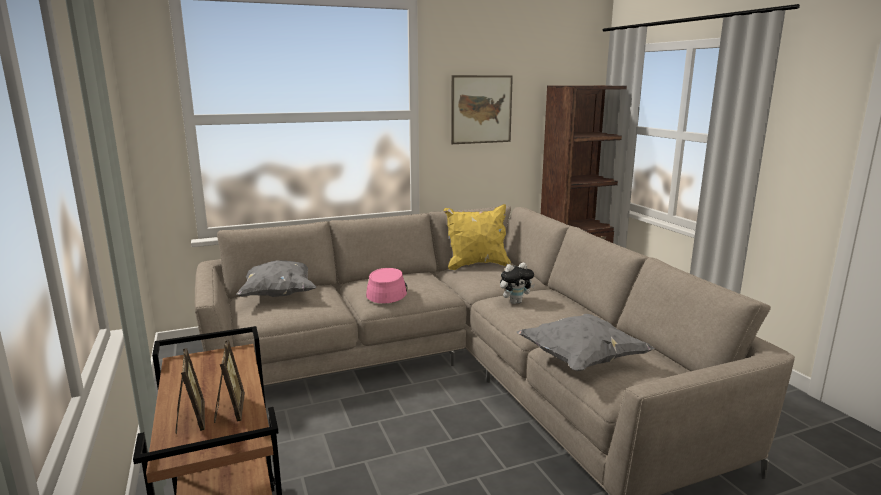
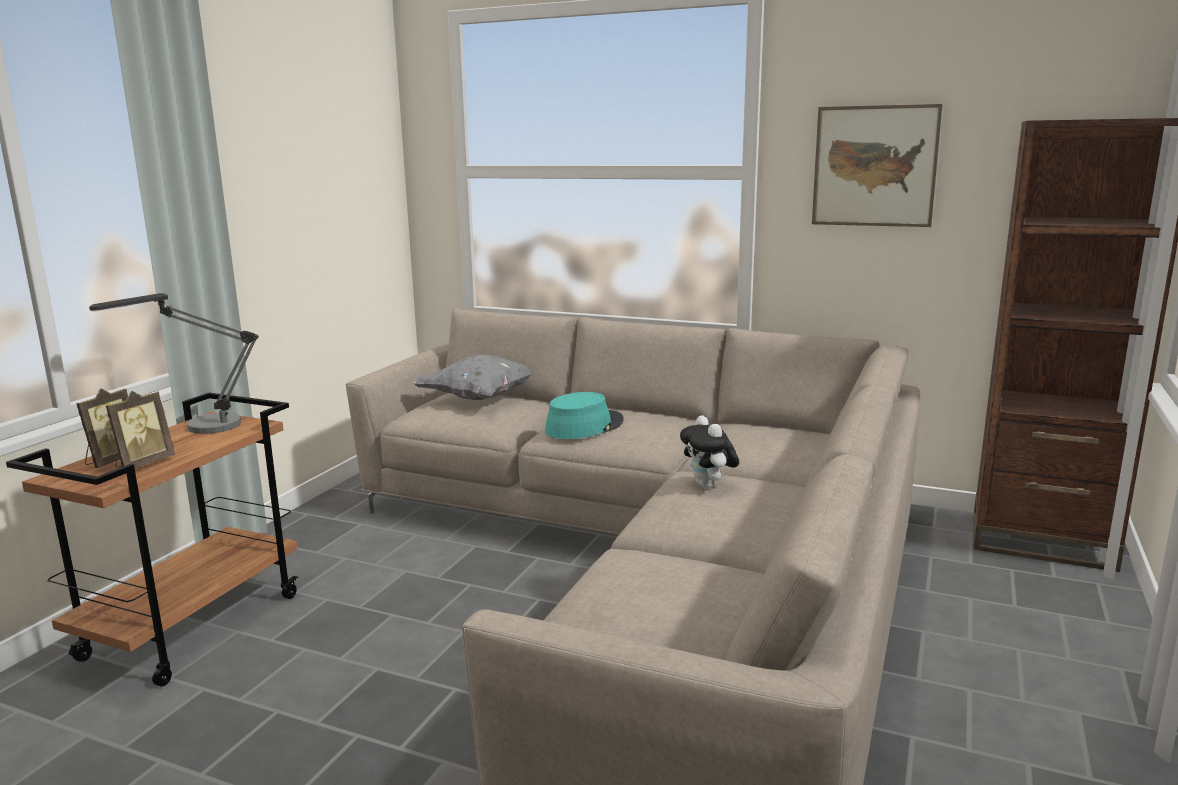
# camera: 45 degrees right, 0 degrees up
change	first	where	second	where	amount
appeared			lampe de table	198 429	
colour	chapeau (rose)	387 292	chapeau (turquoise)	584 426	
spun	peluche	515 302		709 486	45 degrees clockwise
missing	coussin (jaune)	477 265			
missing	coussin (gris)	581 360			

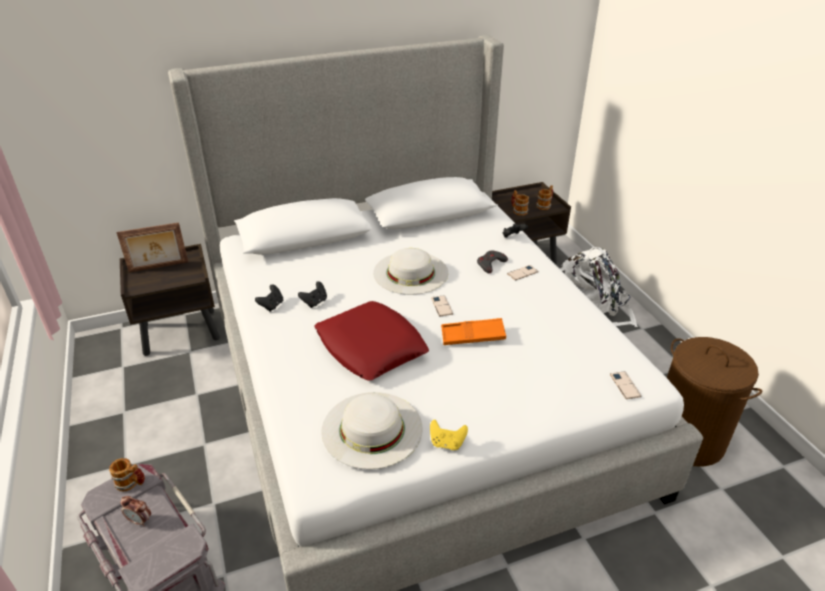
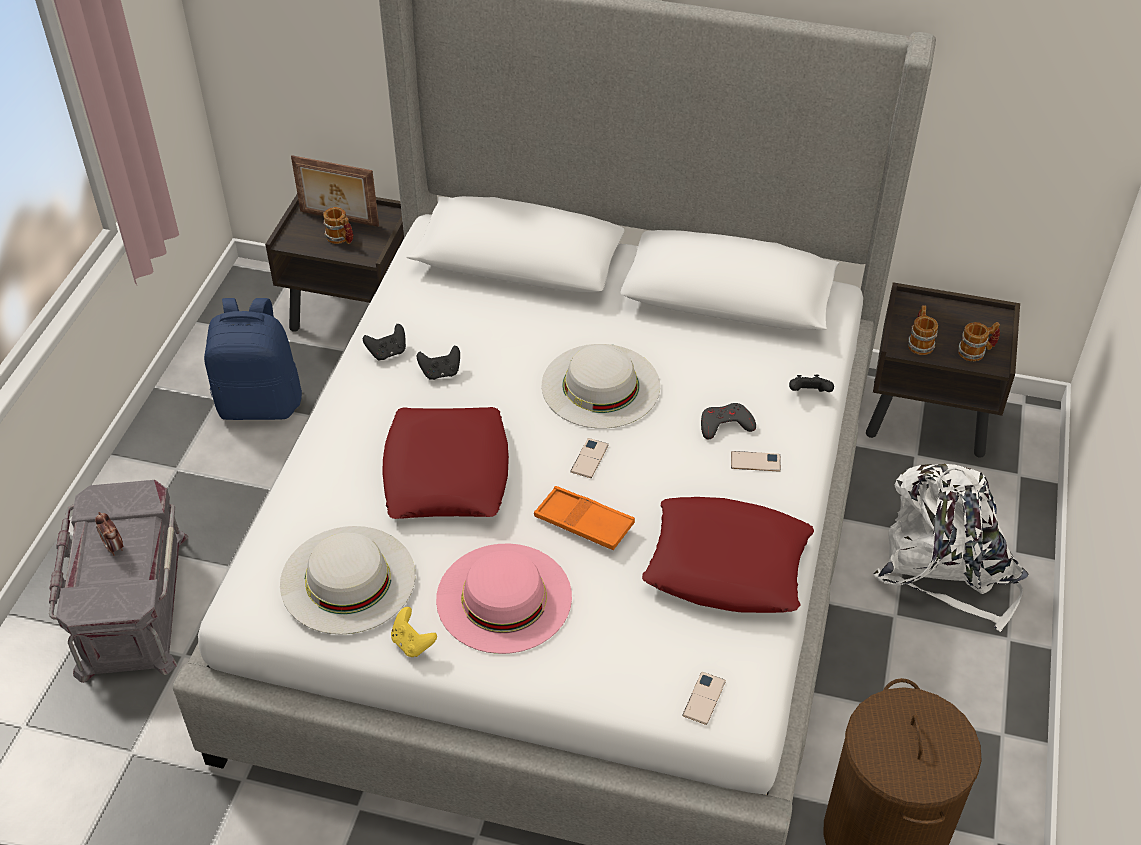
# camera: 35 degrees right, 10 degrees up
change	first	where	second	where	amount
appeared			sac à dos (bleu)	260 403	
relocated	mug	131 483		341 239	
appeared			chapeau (rose)	504 597	
appeared			coussin (rouge)	727 564	

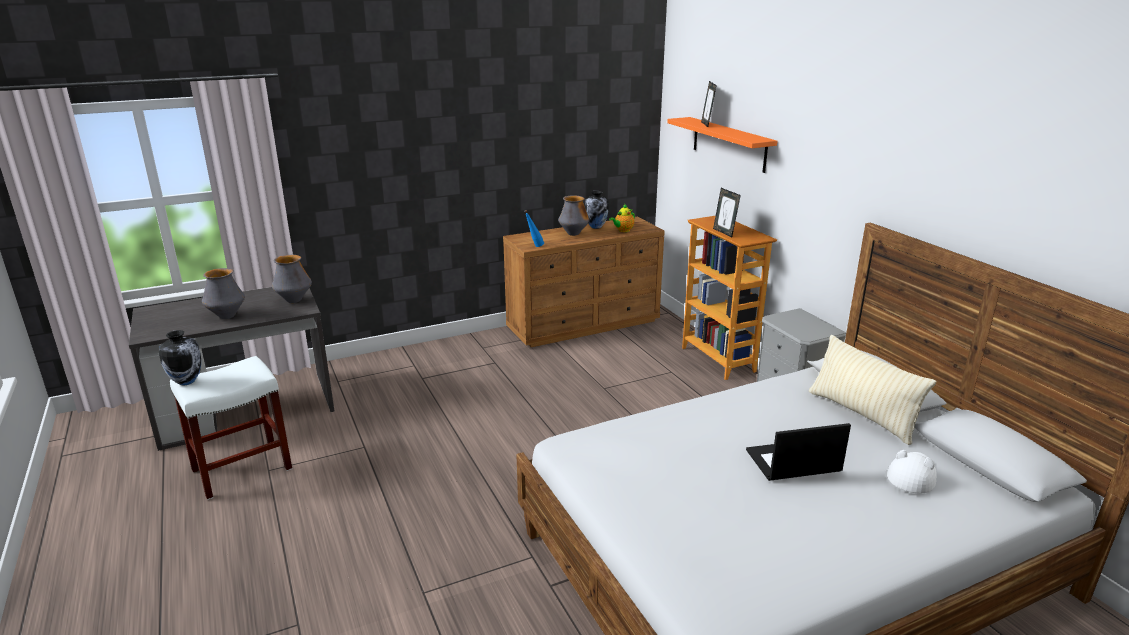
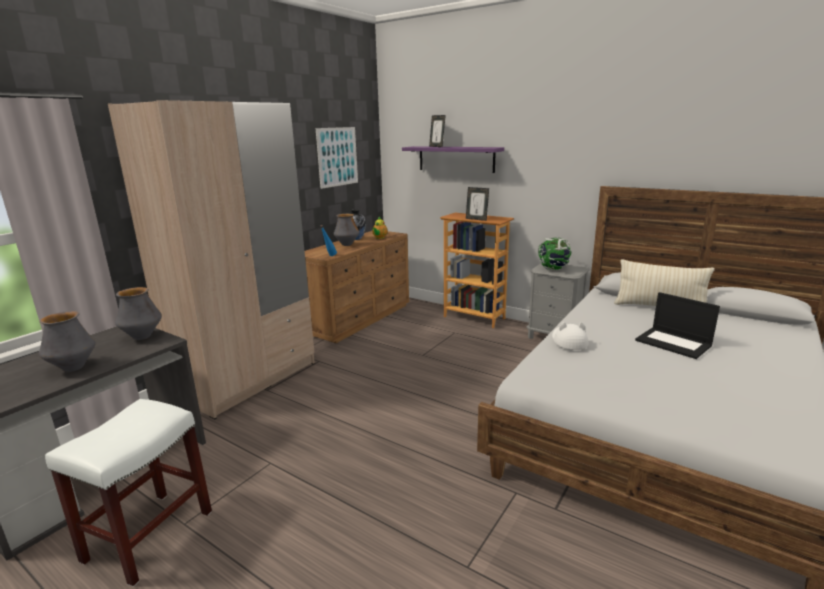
# camera: 30 degrees left, 5 degrees down
change	first	where	second	where	amount
appeared			armoire (beige)	247 379	
appeared			tableau	337 157	
colour	étagère (orange)	729 144	étagère (violet)	456 159	
appeared			globe	553 269	
relocated	chapeau (blanc)	911 475		568 340	
spun	ordinateur portable	792 462		674 343	90 degrees counterclockwise
missing	vase	187 381			

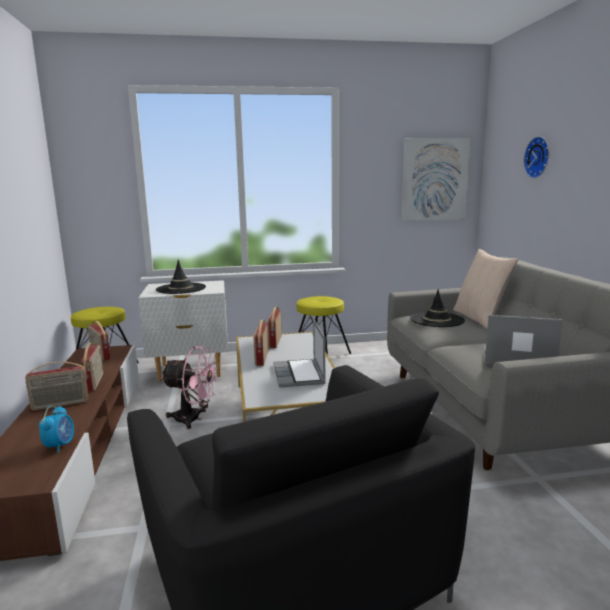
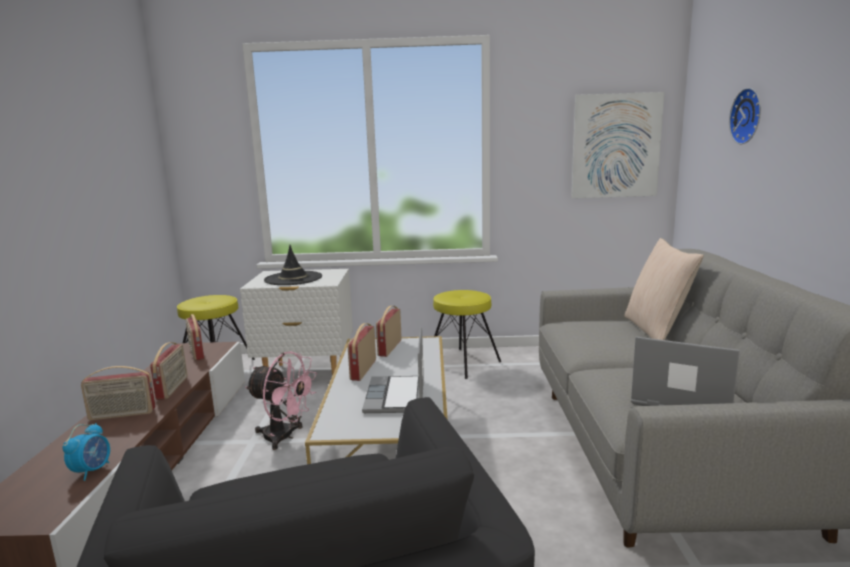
# camera: 10 degrees right, 0 degrees up
change	first	where	second	where	amount
missing	chapeau (noir)	437 320			

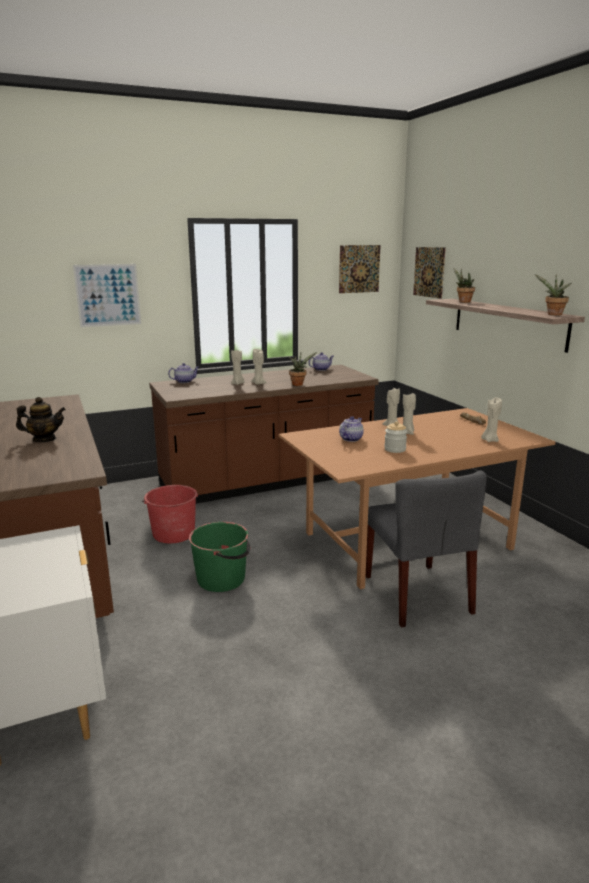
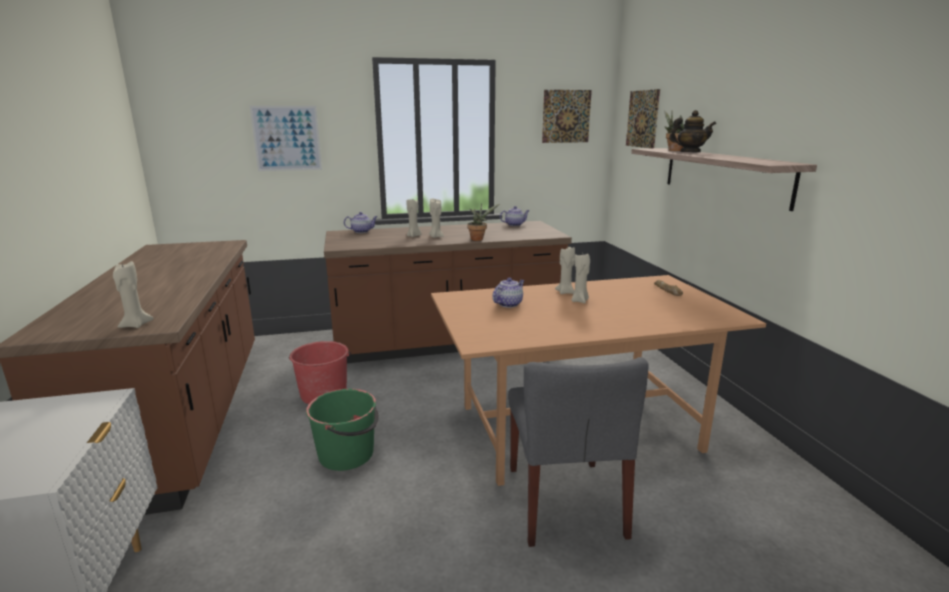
# camera: 10 degrees right, 0 degrees up
change	first	where	second	where	amount
relocated	bougie (beige)	490 440		135 325	
relocated	théière	44 439		689 152	
missing	bocal	395 449			
missing	plante en pot	553 314			

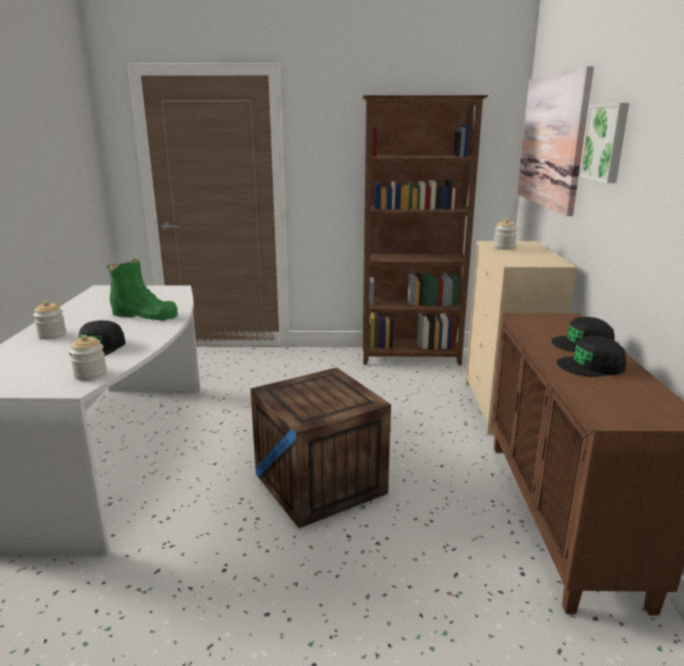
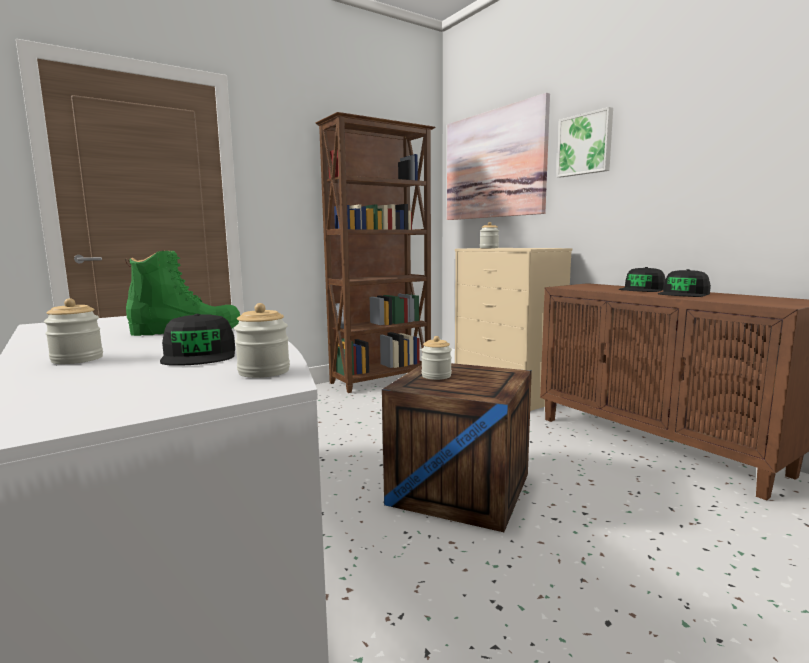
# camera: 35 degrees left, 10 degrees down
change	first	where	second	where	amount
appeared			bocal	436 376	

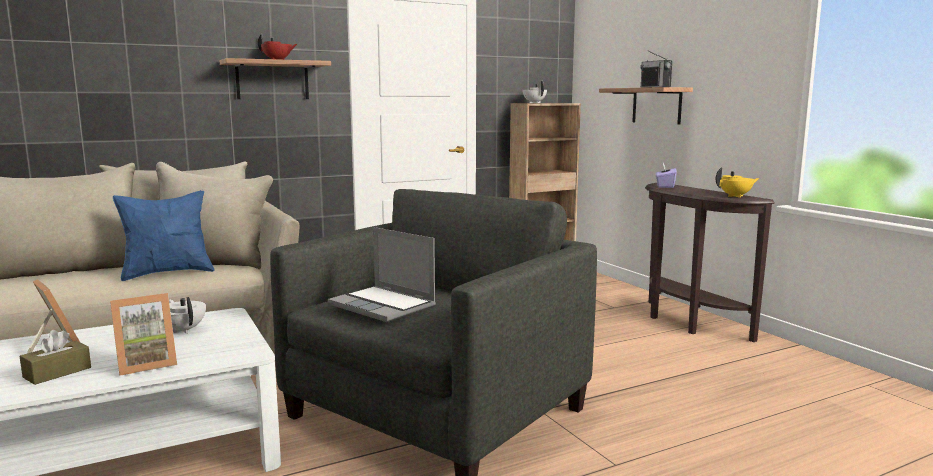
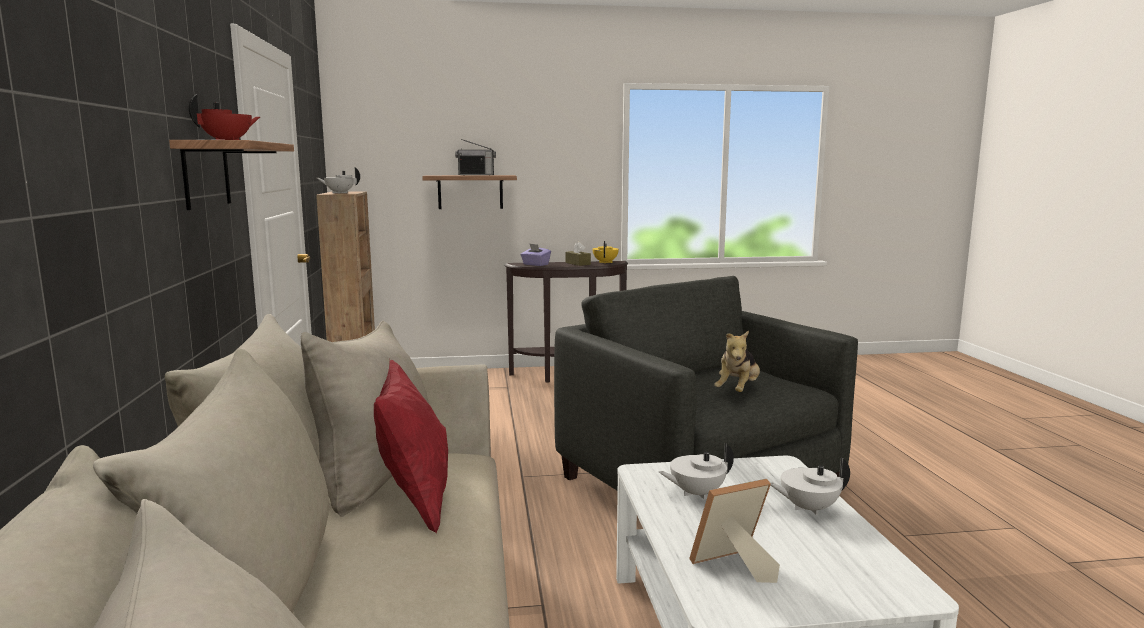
# camera: 70 degrees left, 0 degrees up
change	first	where	second	where	amount
colour	coussin (bleu)	168 273	coussin (rouge)	415 502	
relocated	boîte à mouchoirs (marron)	57 372		578 263	
exchanged	ordinateur portable	384 305	peluche	738 391	
exchanged	cadre photo	146 364	théière (blanc)	808 508	

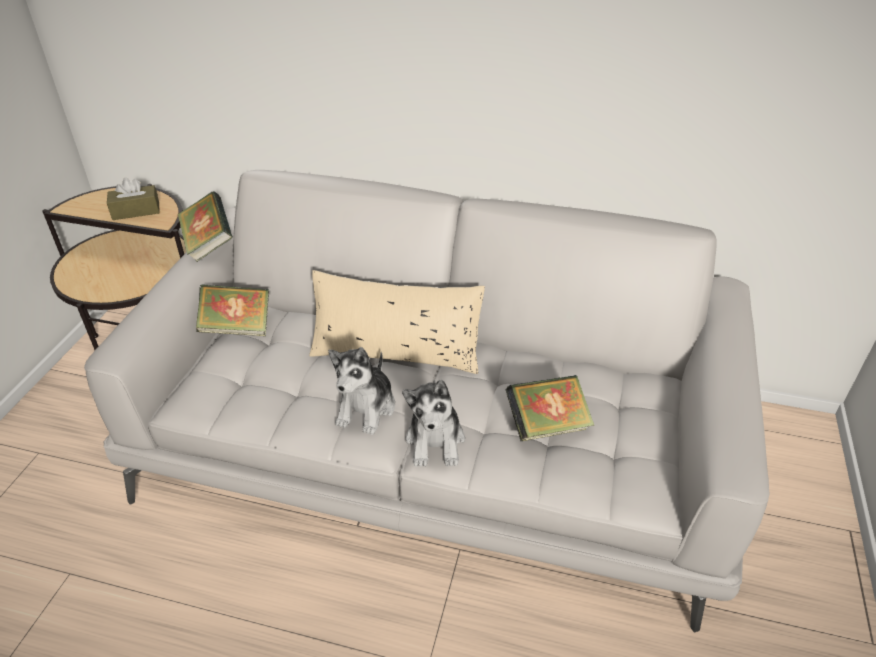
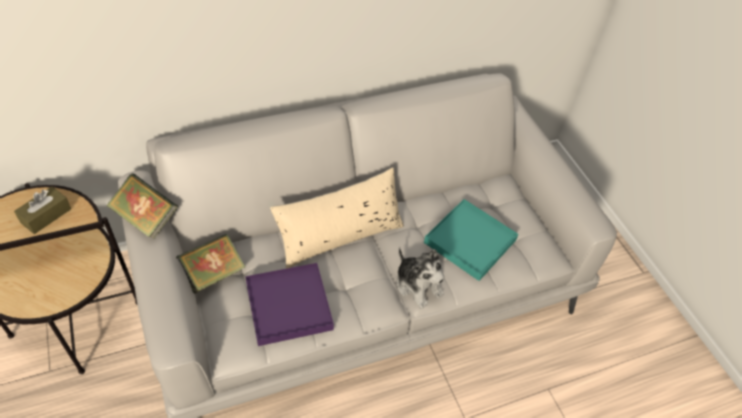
# camera: 40 degrees left, 10 degrees up
change	first	where	second	where	amount
appeared			plateau (violet)	289 305	
exchanged	livre	547 425	plateau (turquoise)	470 241	
missing	peluche	366 408			

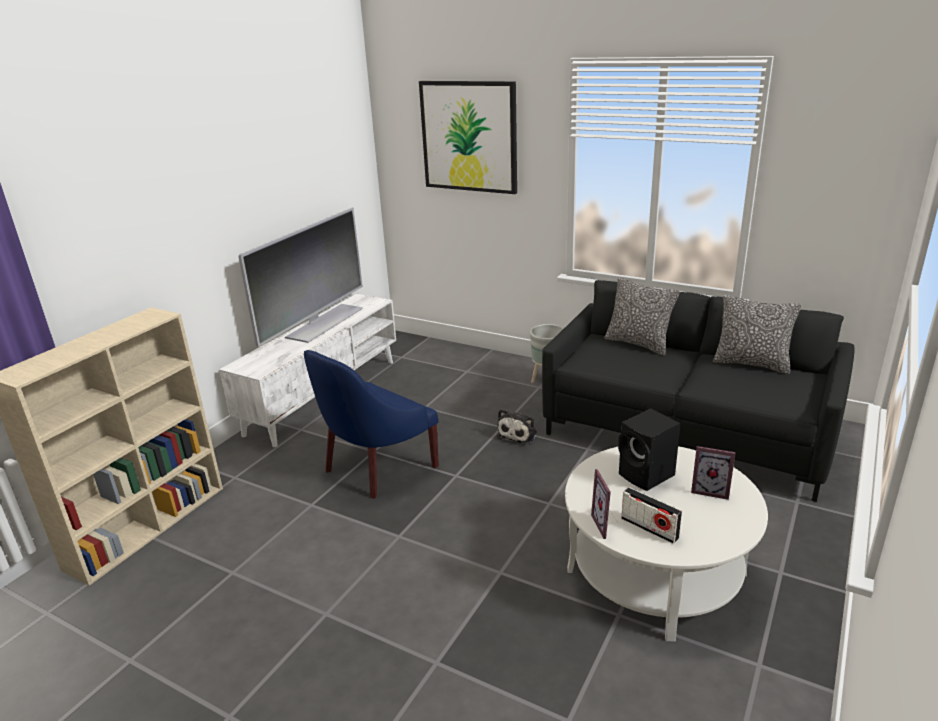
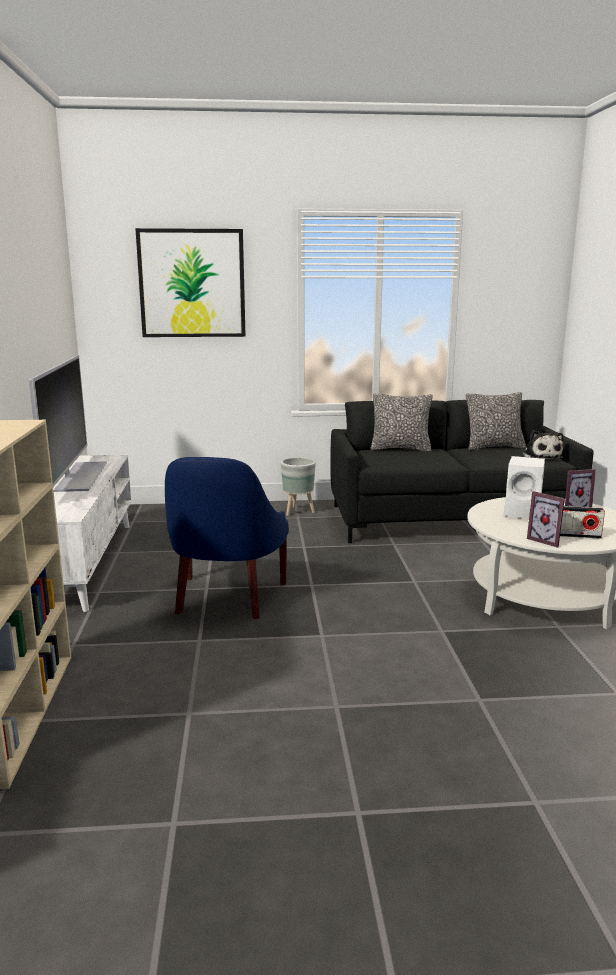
# camera: 35 degrees left, 10 degrees down
change	first	where	second	where	amount
colour	enceinte (noir)	647 476	enceinte (blanc)	524 513	
relocated	peluche	518 434		541 456	

